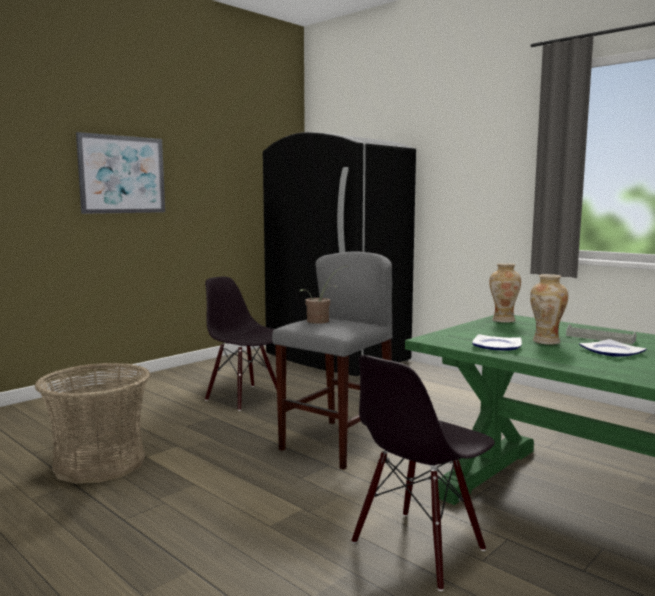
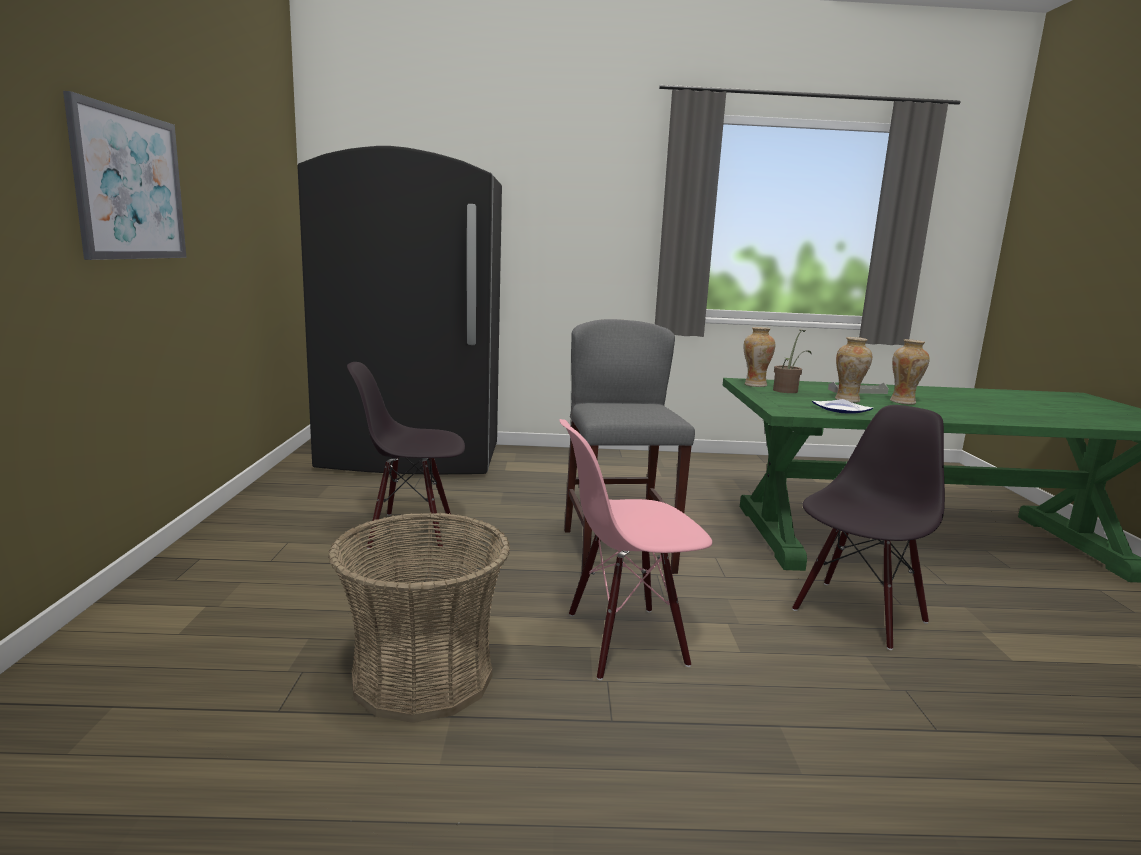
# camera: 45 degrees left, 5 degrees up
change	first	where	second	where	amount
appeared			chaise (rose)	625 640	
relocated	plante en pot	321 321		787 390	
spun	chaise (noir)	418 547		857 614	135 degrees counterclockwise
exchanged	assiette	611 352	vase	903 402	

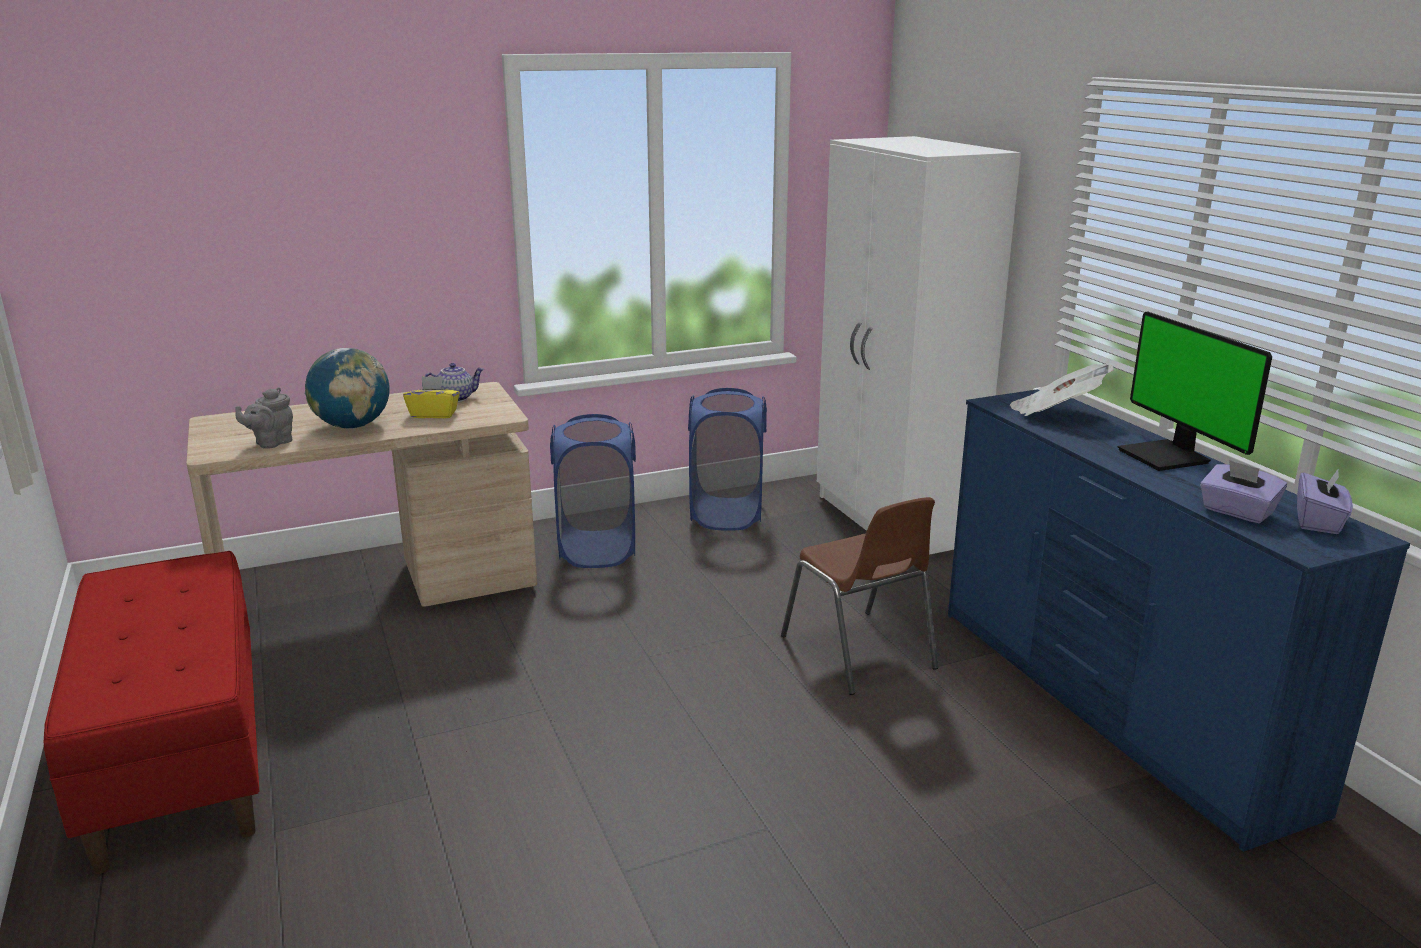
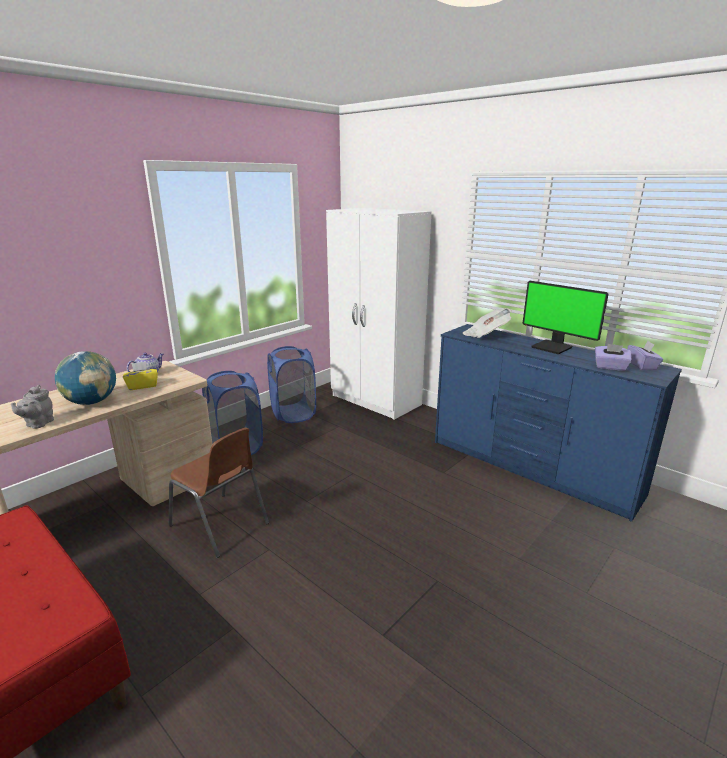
# camera: 25 degrees left, 0 degrees up
change	first	where	second	where	amount
relocated	chaise (marron)	859 653		220 525	

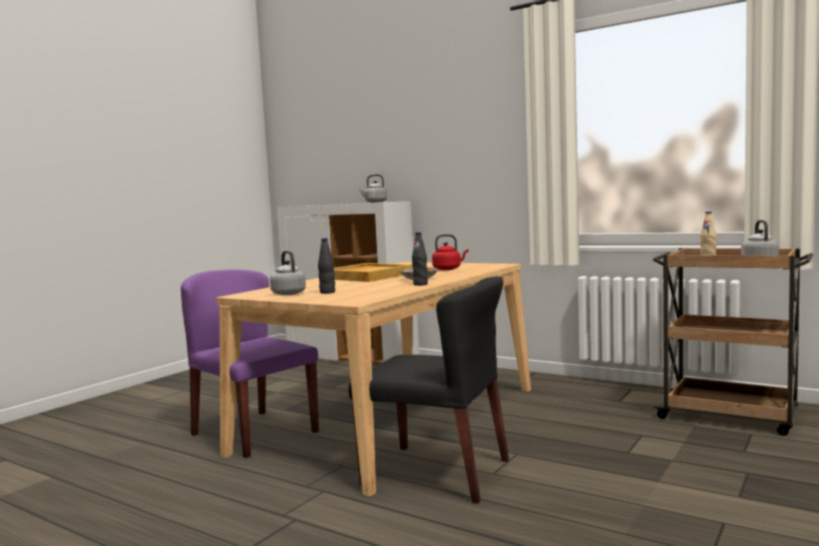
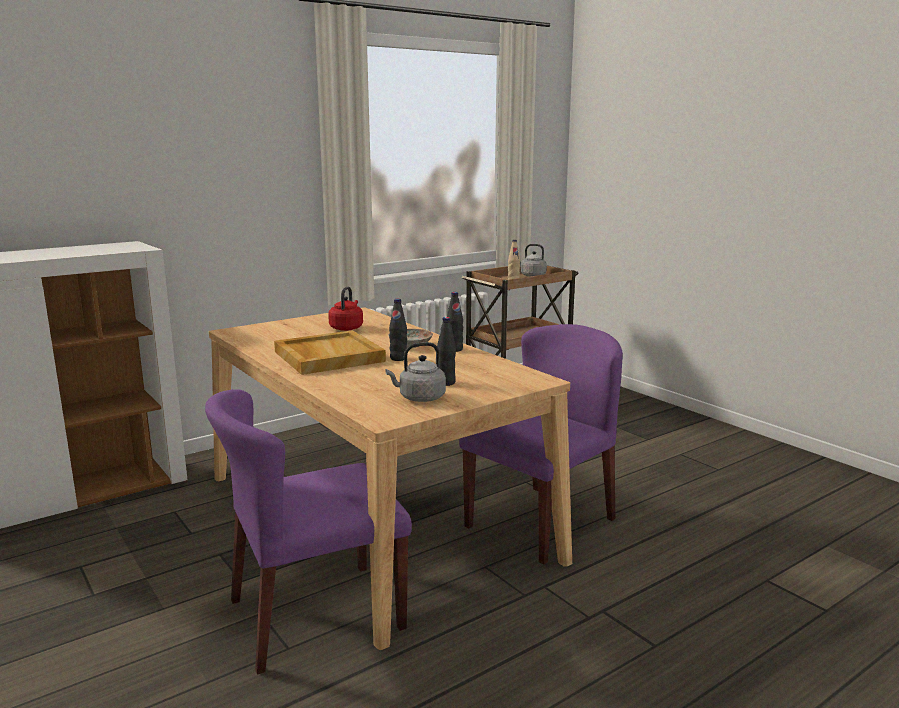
# camera: 70 degrees left, 10 degrees up
change	first	where	second	where	amount
appeared			bouteille (noir)	398 358	
colour	chaise (noir)	438 472	chaise (violet)	540 522	
missing	bouilloire (gris)	374 202			

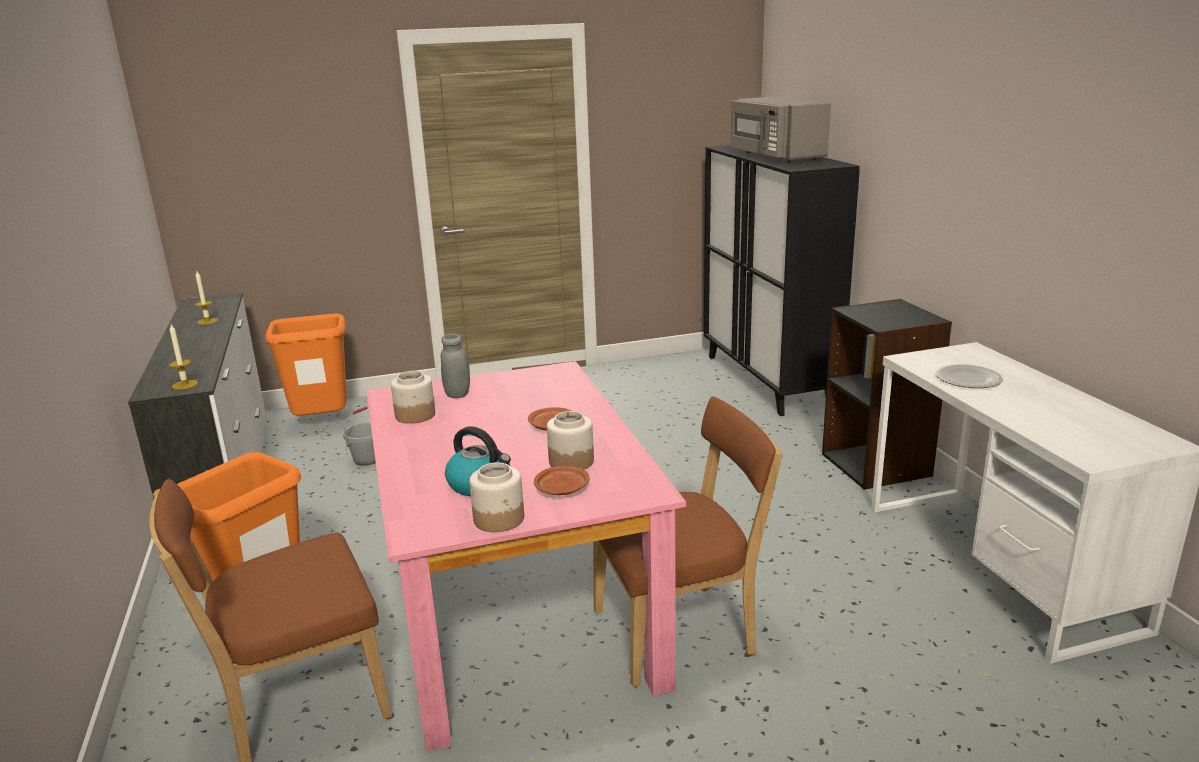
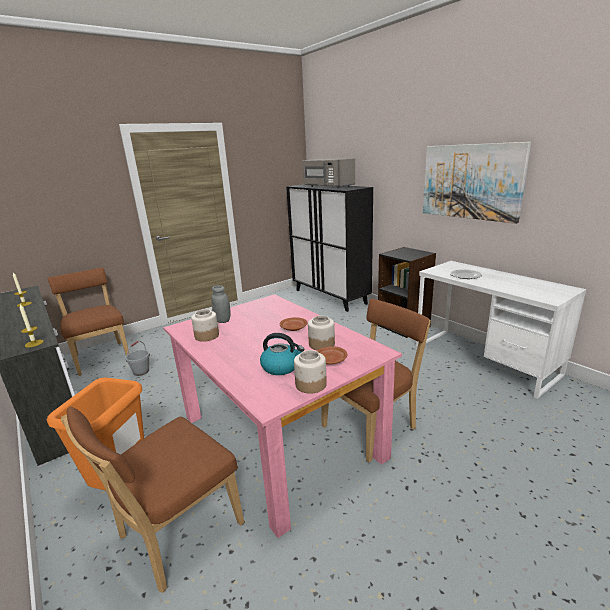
# camera: 20 degrees left, 0 degrees up
change	first	where	second	where	amount
exchanged	poubelle (orange)	323 424	chaise (marron)	101 357	
appeared			tableau	471 181	

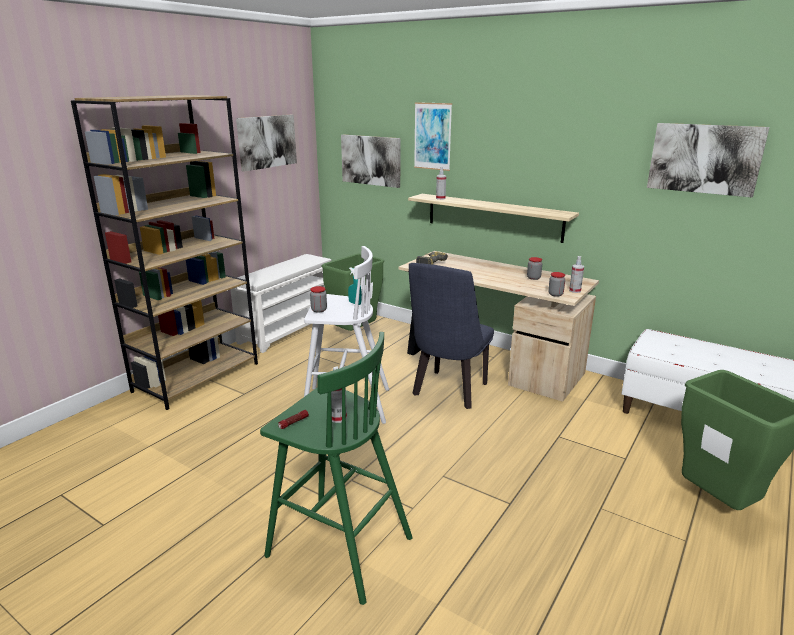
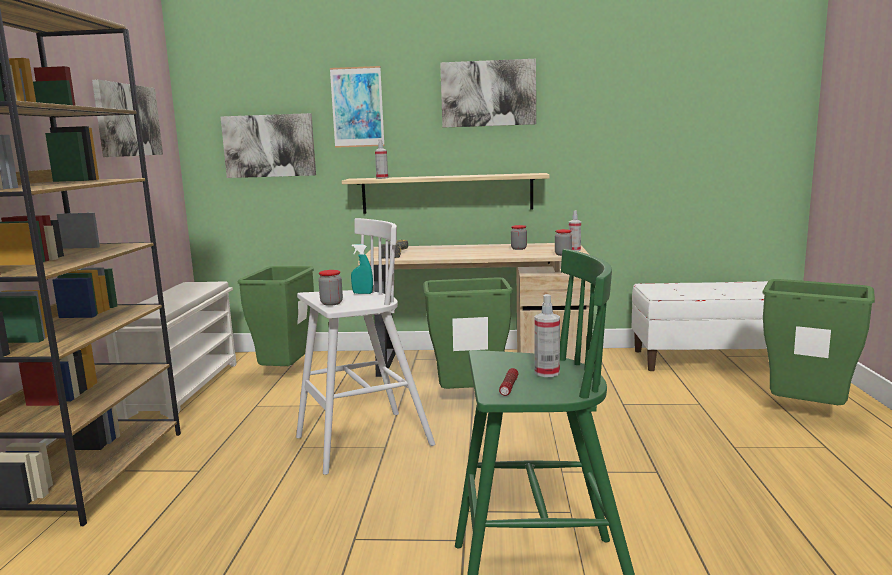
# camera: 30 degrees left, 10 degrees down
change	first	where	second	where	amount
exchanged	chaise (bleu)	448 392	poubelle (vert)	468 398	
relocated	tableau	704 158		488 93	

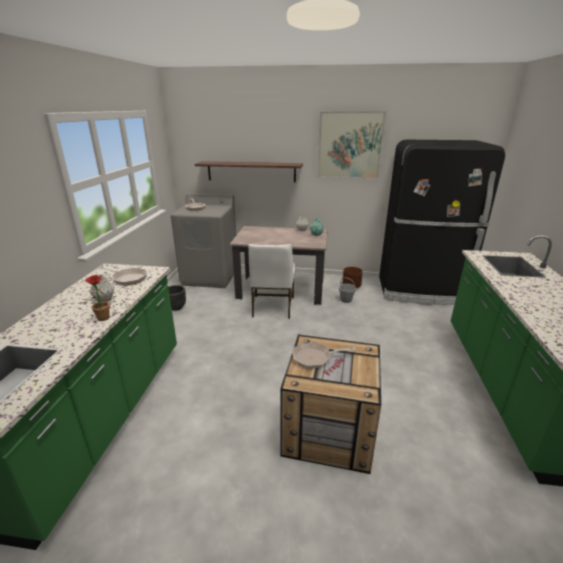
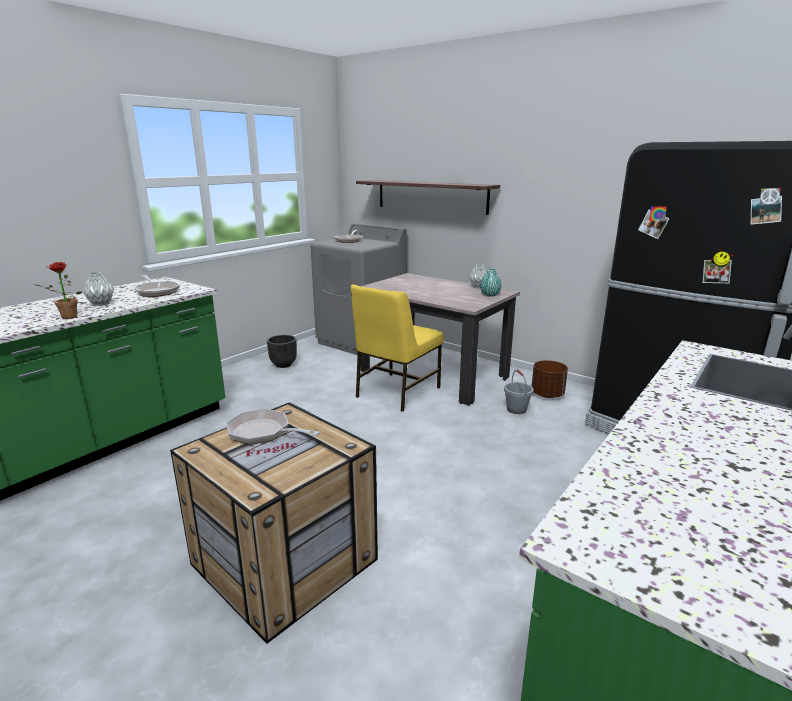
# camera: 30 degrees right, 5 degrees down
change	first	where	second	where	amount
colour	chaise (blanc)	272 307	chaise (jaune)	396 392	
missing	tableau	349 145			

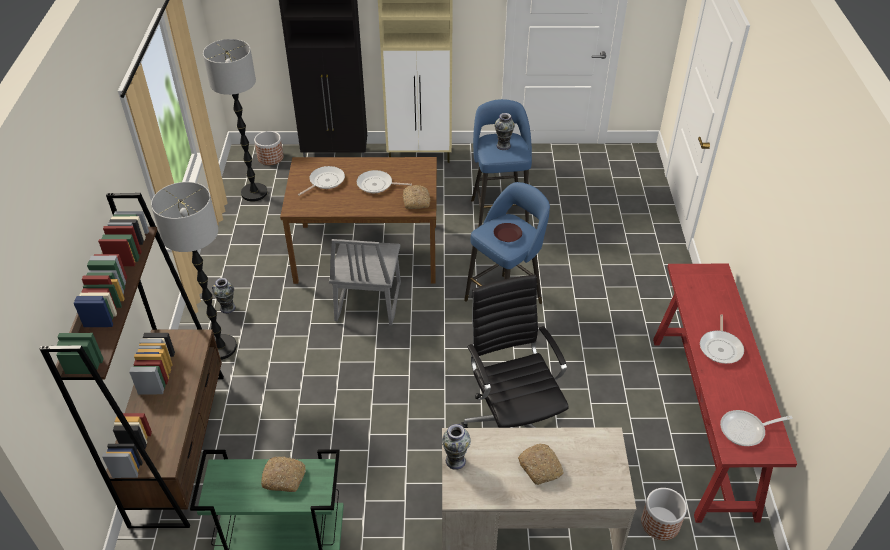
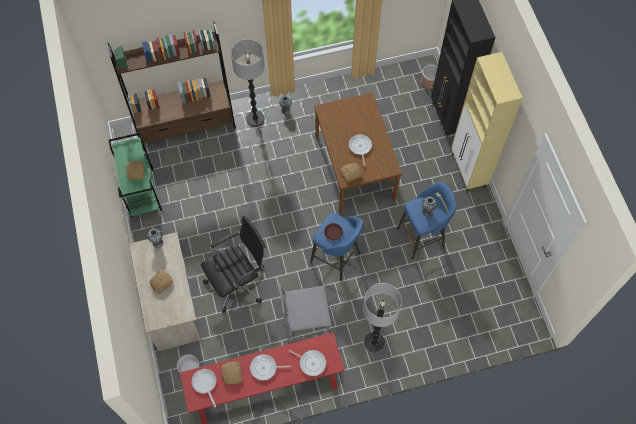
# camera: 75 degrees right, 20 degrees up
change	first	where	second	where	amount
appeared			pain	232 374	
relocated	chaise (gris)	367 302		305 320	
relocated	poêle	325 181		311 362	
relocated	lampadaire	254 193		374 342	

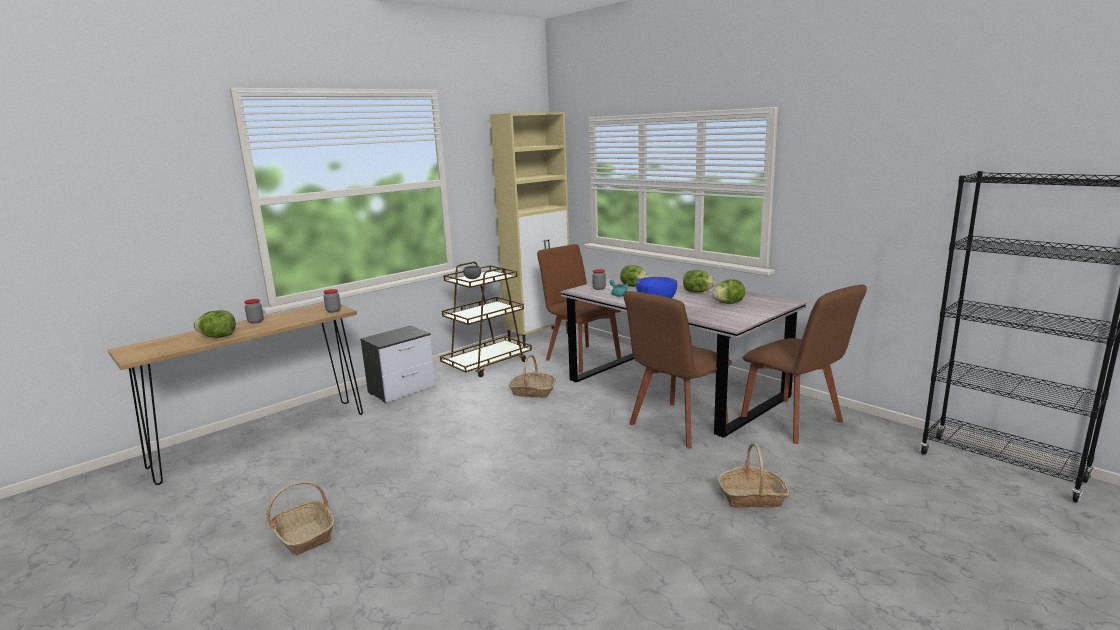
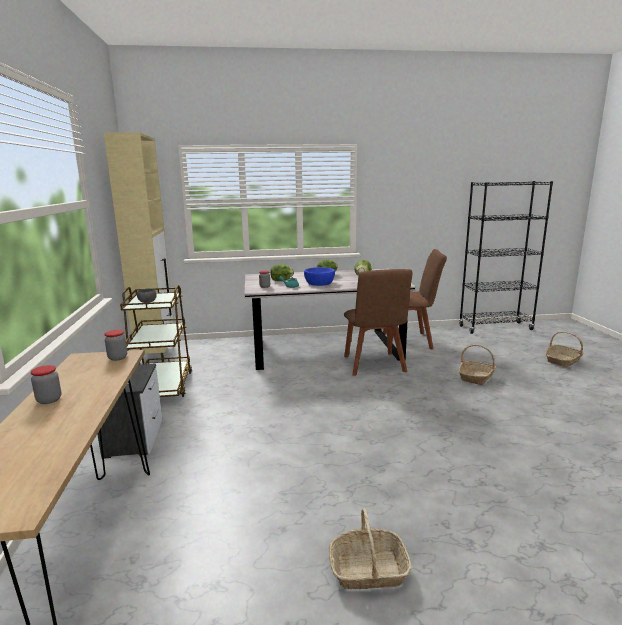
# camera: 55 degrees left, 0 degrees up
change	first	where	second	where	amount
relocated	panier	532 392		563 361	
missing	laitue	218 337			
missing	chaise (marron)	581 358			

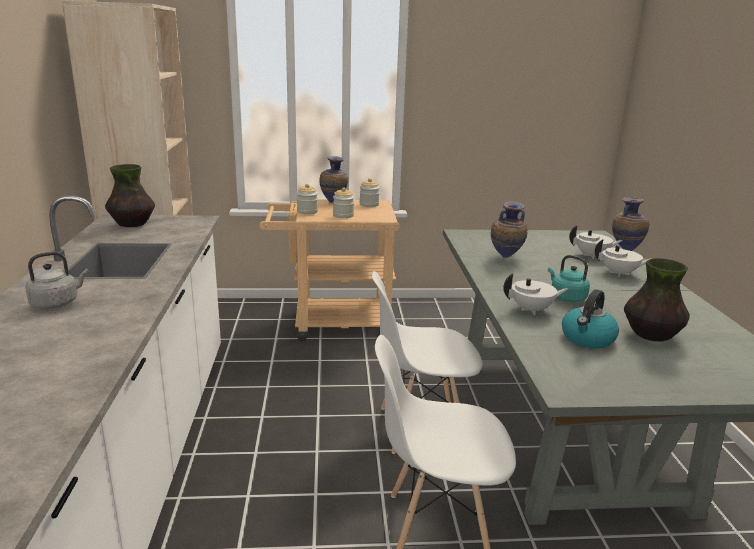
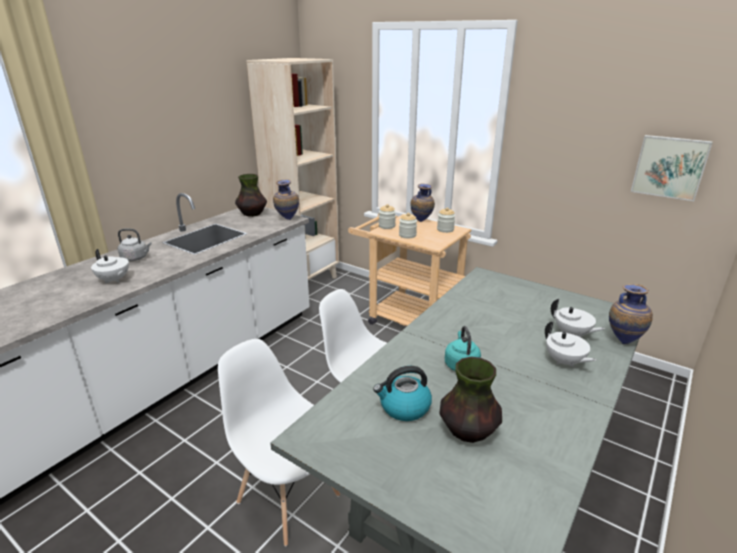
# camera: 40 degrees right, 5 degrees up
change	first	where	second	where	amount
relocated	théière (blanc)	532 310		114 280	
relocated	vase	505 258		287 220	
appeared			tableau	670 167	

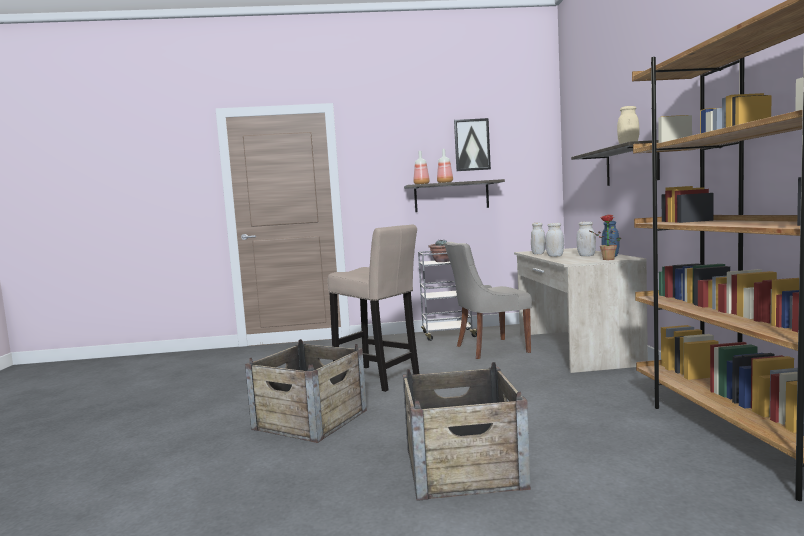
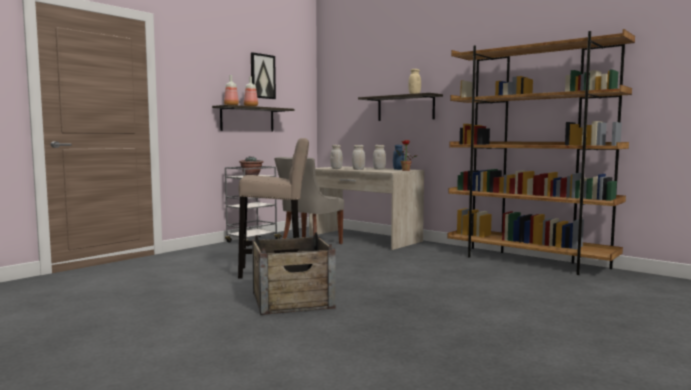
# camera: 45 degrees left, 0 degrees up
change	first	where	second	where	amount
missing	caisse	462 467			

